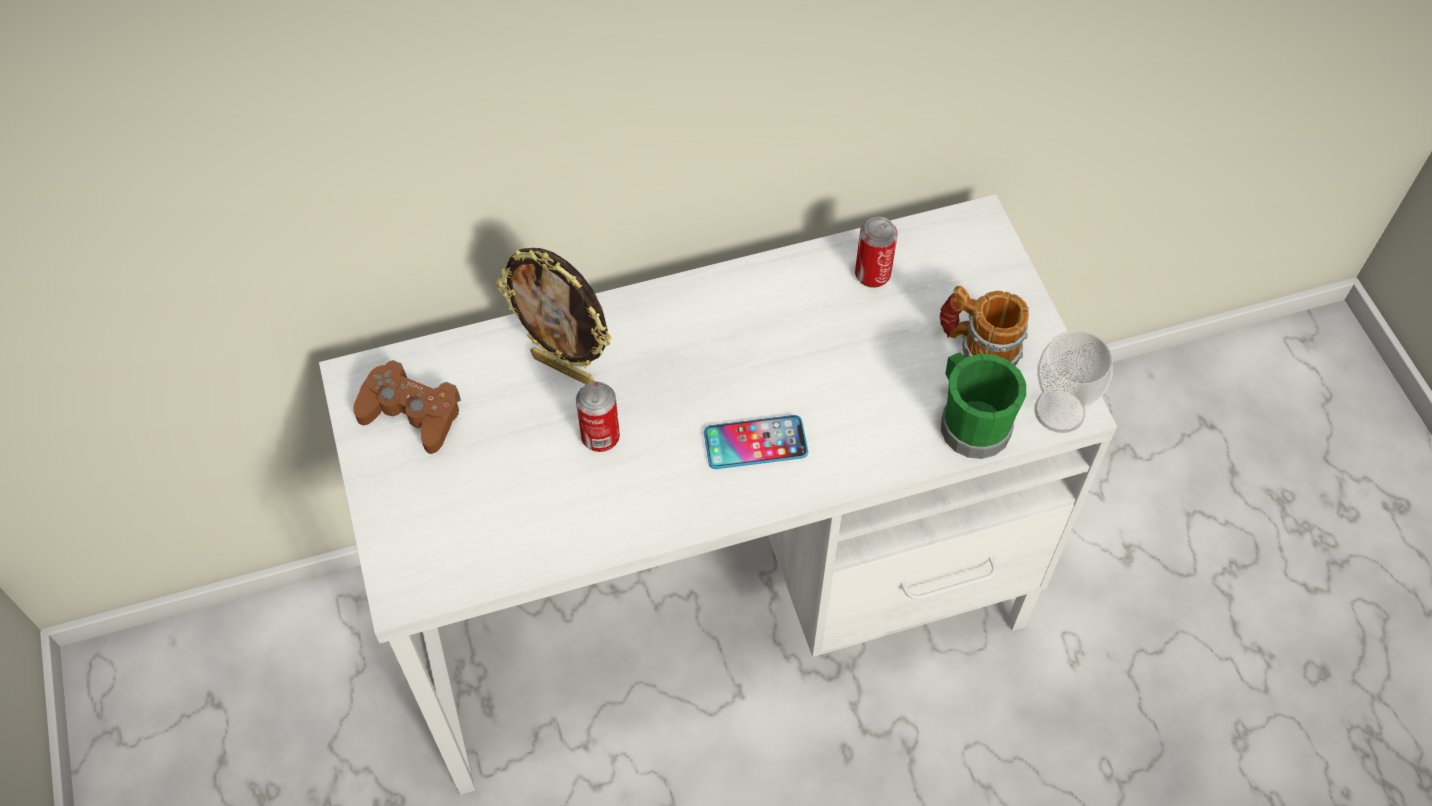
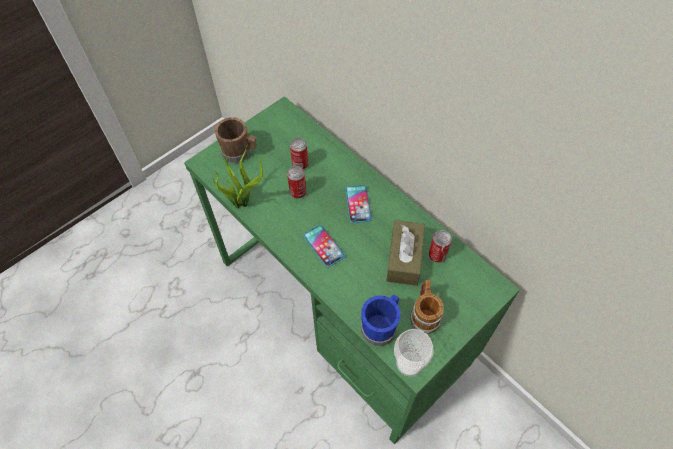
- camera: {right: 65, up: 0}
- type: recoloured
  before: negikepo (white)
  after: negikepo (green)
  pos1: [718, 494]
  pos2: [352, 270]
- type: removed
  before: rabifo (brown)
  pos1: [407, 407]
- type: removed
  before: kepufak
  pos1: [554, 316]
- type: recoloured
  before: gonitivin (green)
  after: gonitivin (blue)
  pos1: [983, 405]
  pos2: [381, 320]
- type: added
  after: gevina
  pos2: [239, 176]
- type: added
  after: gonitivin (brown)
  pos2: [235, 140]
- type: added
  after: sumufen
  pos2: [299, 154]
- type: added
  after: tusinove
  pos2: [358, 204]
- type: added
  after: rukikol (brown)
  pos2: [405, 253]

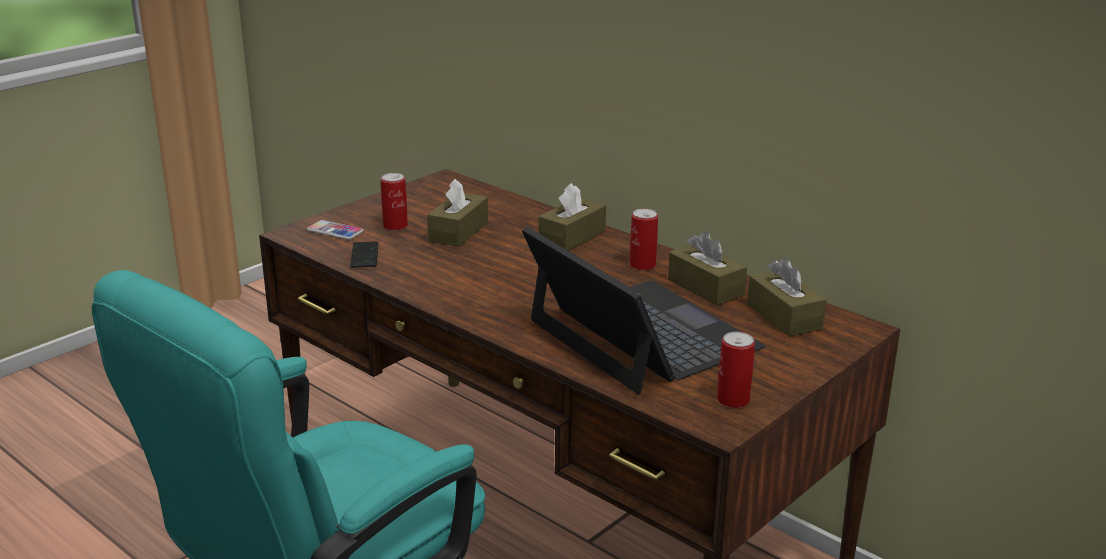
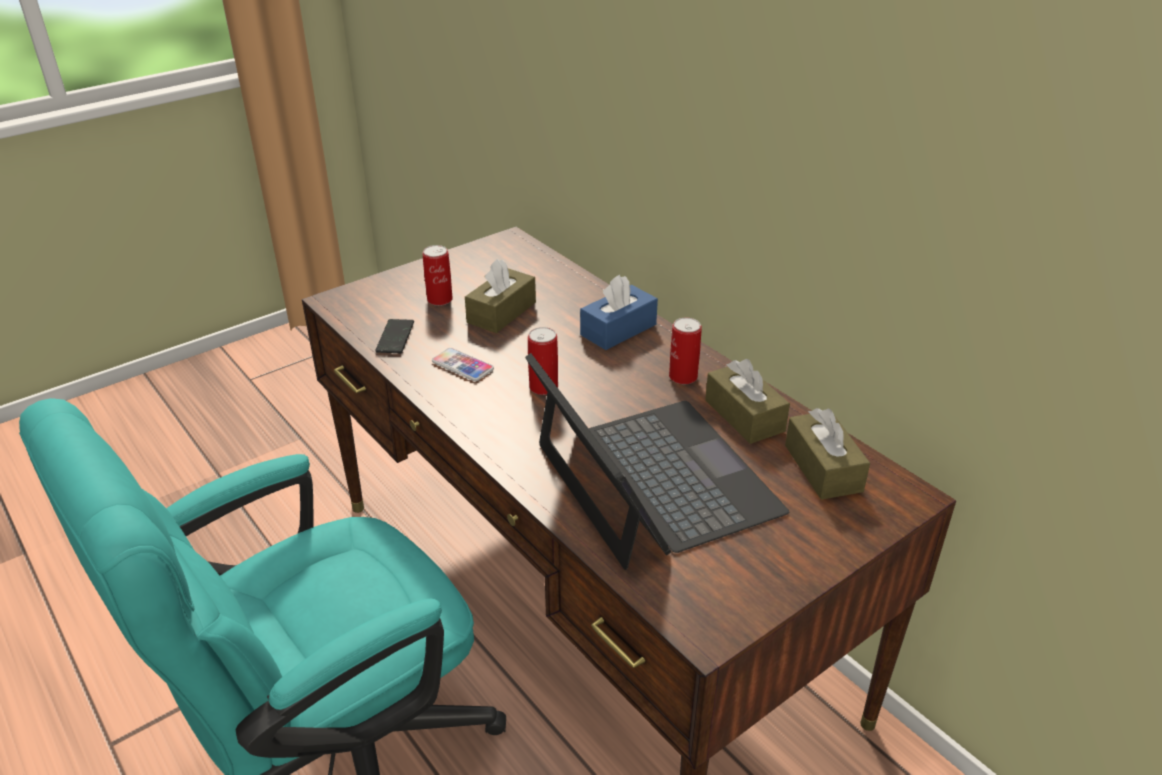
- camera: {right: 10, up: 10}
- type: moved
  before: tusinove
  pos1: [335, 230]
  pos2: [463, 364]
- type: recoloured
  before: rukikol (brown)
  after: rukikol (blue)
  pos1: [572, 217]
  pos2: [619, 312]
- type: moved
  before: sumufen
  pos1: [736, 370]
  pos2: [543, 361]

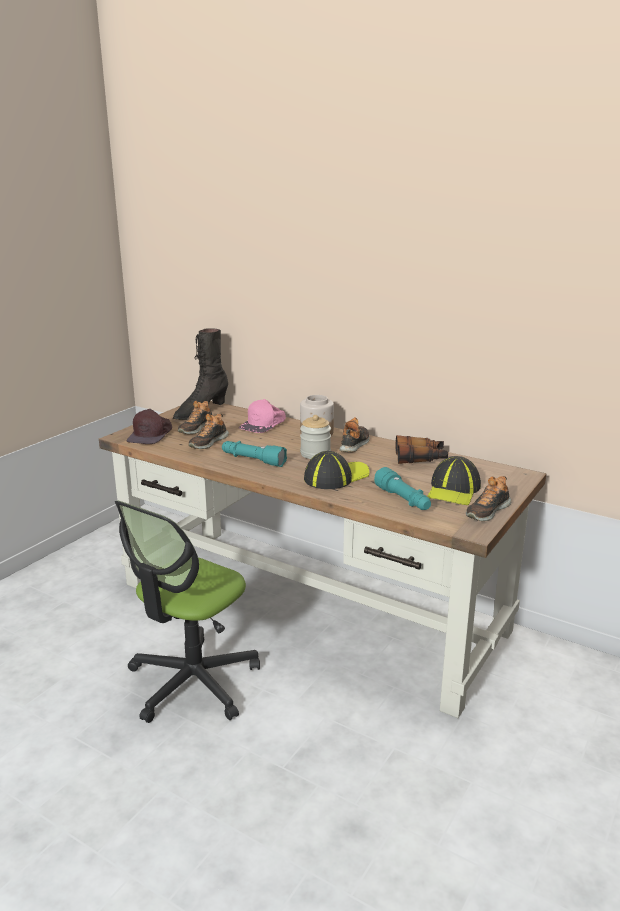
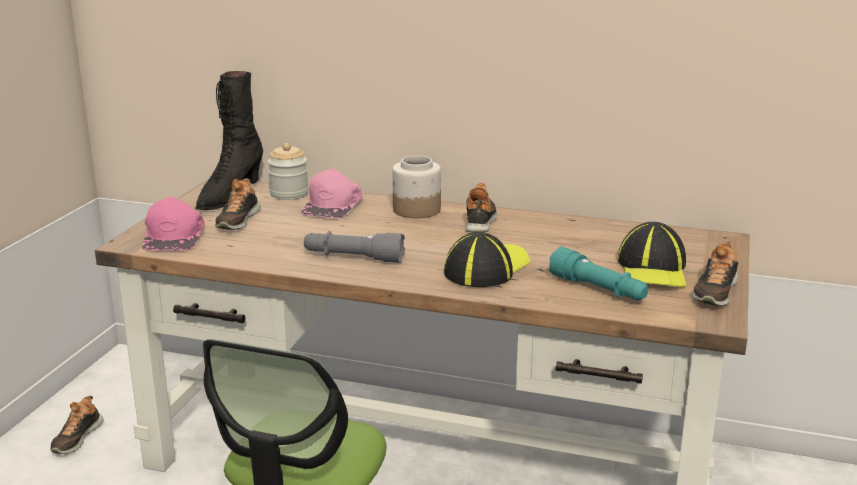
- camera: {right: -15, up: 0}
- type: recoloured
  before: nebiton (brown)
  after: nebiton (pink)
  pos1: [149, 426]
  pos2: [173, 224]
- type: moved
  before: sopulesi
  pos1: [208, 431]
  pos2: [77, 425]
- type: recoloured
  before: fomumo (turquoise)
  after: fomumo (grey)
  pos1: [254, 454]
  pos2: [354, 247]
- type: moved
  before: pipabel
  pos1: [315, 437]
  pos2: [288, 171]
- type: removed
  before: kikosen
  pos1: [422, 449]

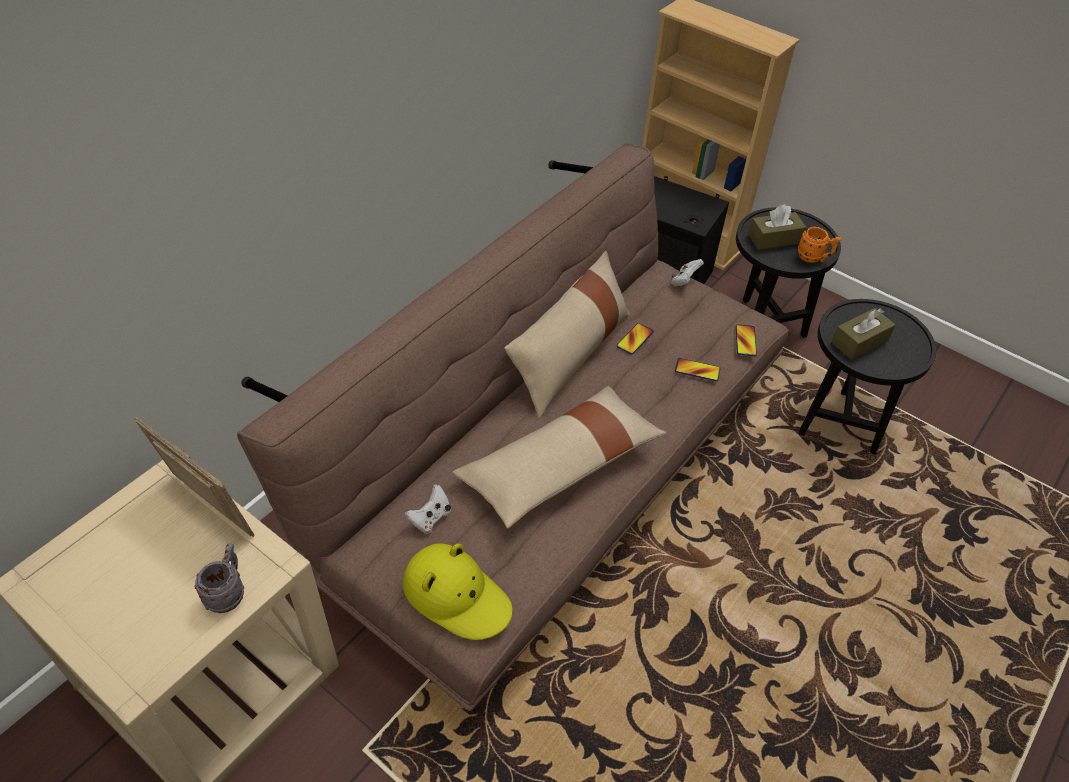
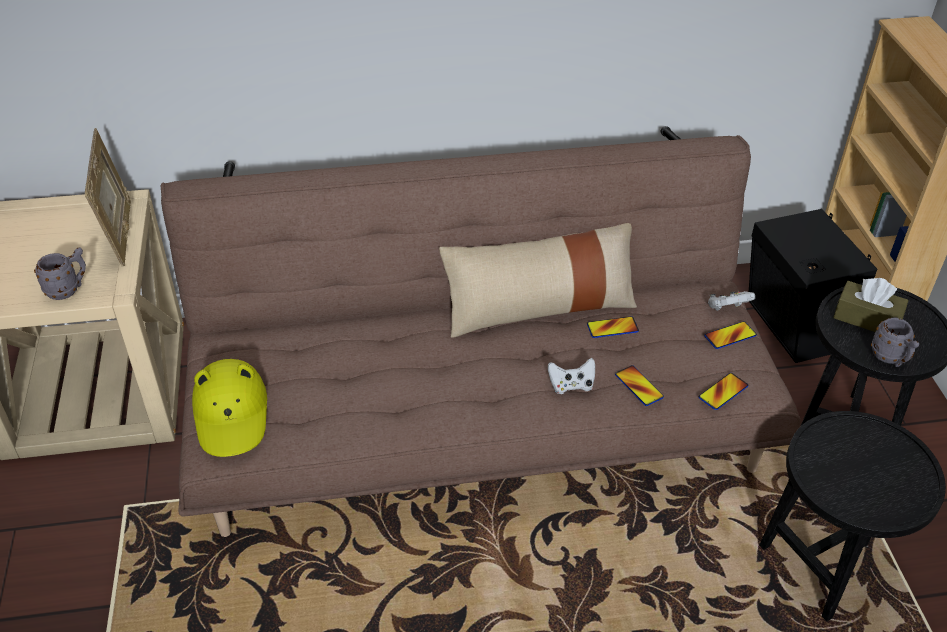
- camera: {right: 45, up: -5}
- type: moved
  before: rabifo (white)
  pos1: [428, 509]
  pos2: [571, 376]
- type: removed
  before: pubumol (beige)
  pos1: [559, 457]
- type: recoloured
  before: gonitivin (orange)
  after: gonitivin (grey)
  pos1: [819, 245]
  pos2: [895, 342]
- type: removed
  before: rukikol (brown)
  pos1: [863, 334]
- type: added
  after: tusinove
  pos2: [730, 335]

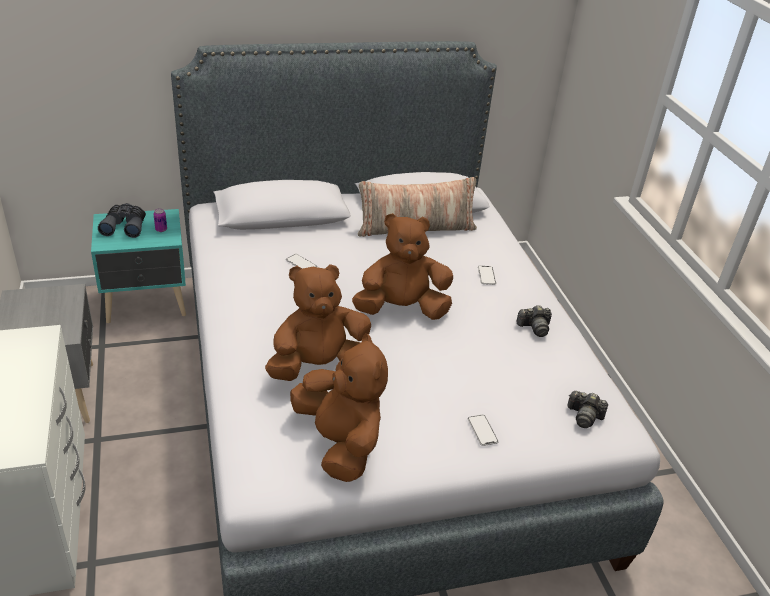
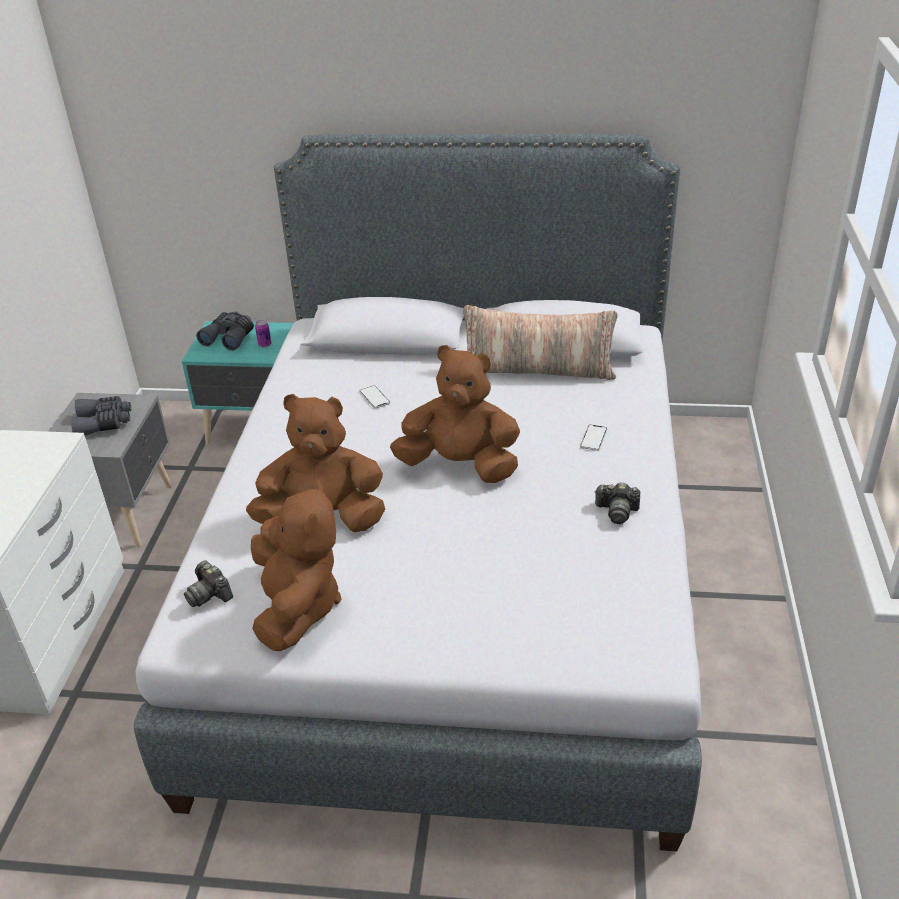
- camera: {right: 25, up: 0}
- type: removed
  before: tusinove
  pos1: [483, 430]
- type: moved
  before: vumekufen
  pos1: [587, 409]
  pos2: [208, 583]
- type: added
  after: kikosen (grey)
  pos2: [101, 416]

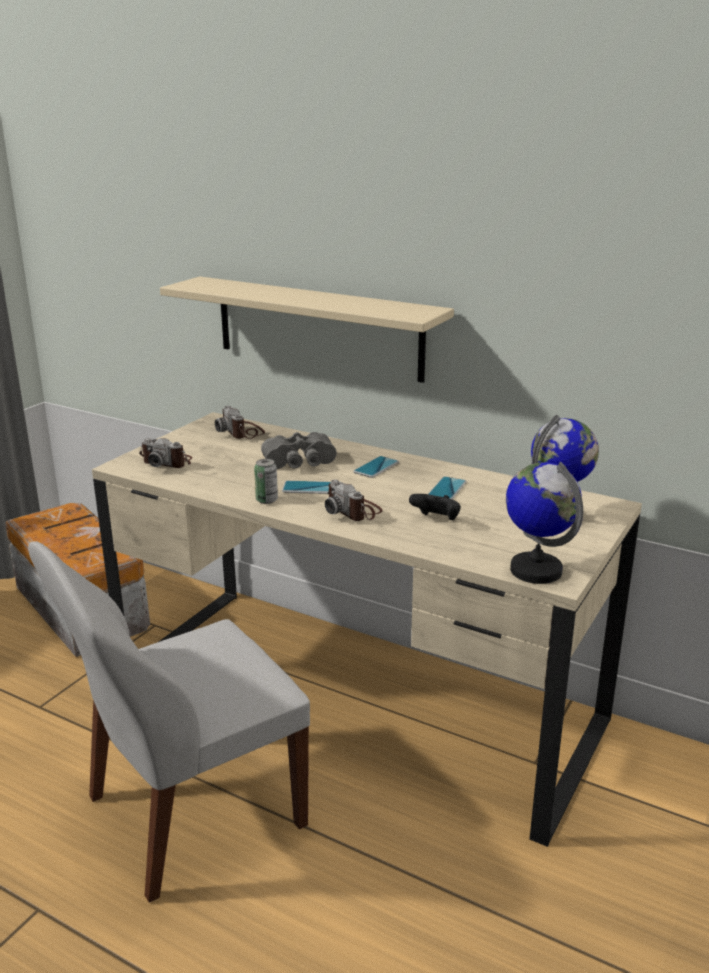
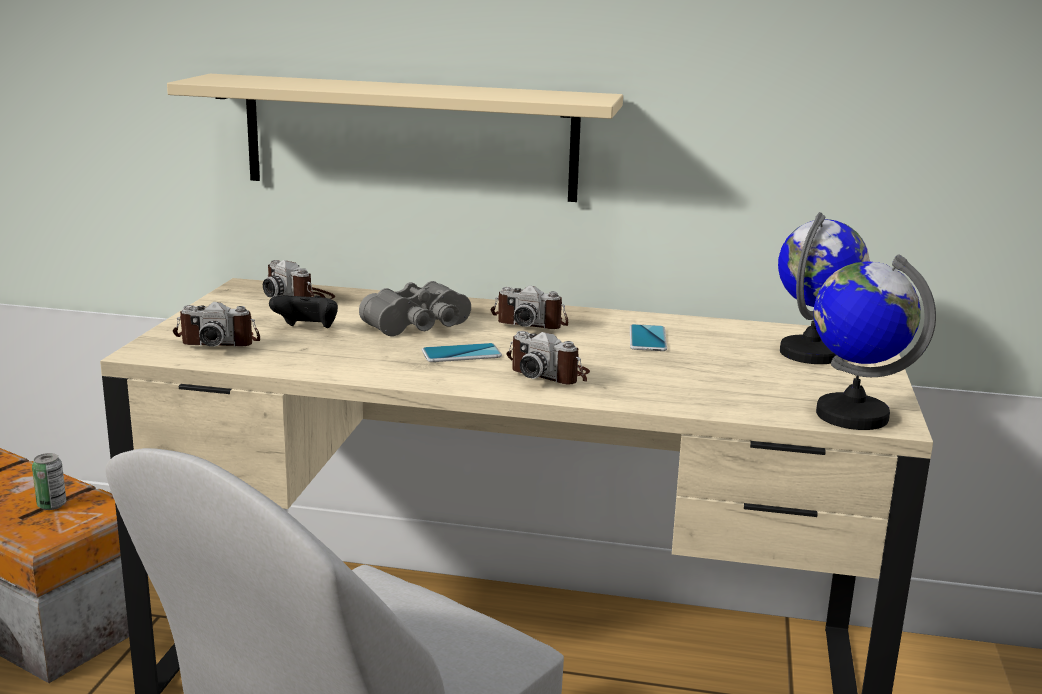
- camera: {right: -20, up: -5}
- type: moved
  before: sumufen
  pos1: [266, 481]
  pos2: [49, 481]
- type: replaced
  before: tusinove
  after: vumekufen
  pos1: [376, 467]
  pos2: [529, 307]
- type: moved
  before: rabifo (black)
  pos1: [435, 507]
  pos2: [303, 311]

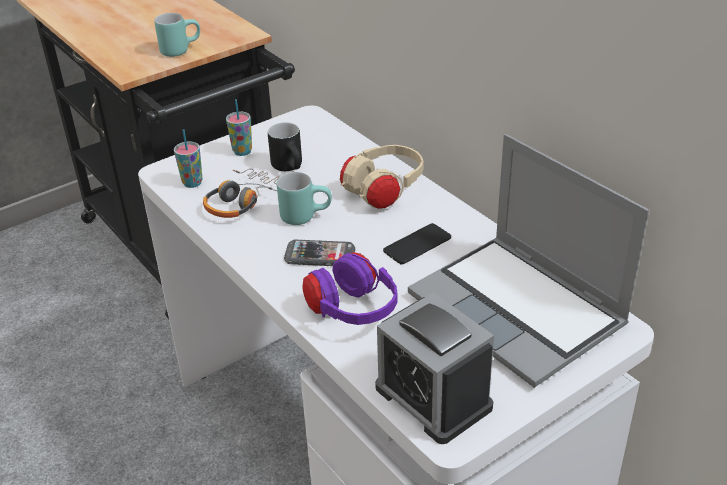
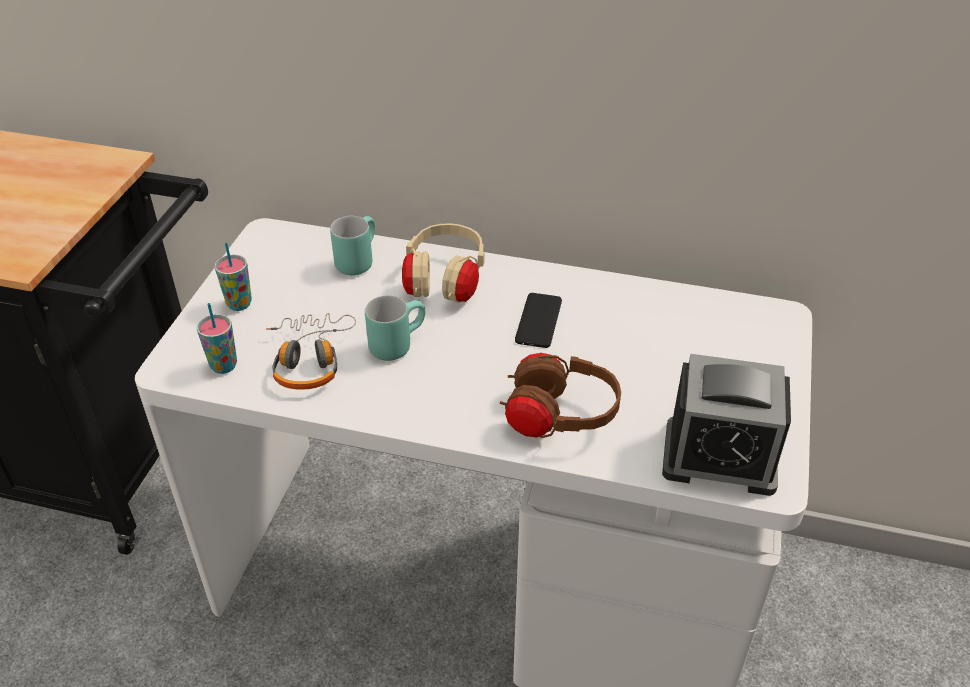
- camera: {right: -40, up: 5}
- type: moved
  before: gonitivin (turquoise)
  pos1: [177, 35]
  pos2: [352, 245]
- type: removed
  before: gonitivin (black)
  pos1: [285, 146]
- type: removed
  before: tusinove
  pos1: [319, 253]
- type: recoloured
  before: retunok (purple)
  after: retunok (brown)
  pos1: [350, 288]
  pos2: [560, 395]
- type: removed
  before: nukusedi
  pos1: [528, 261]

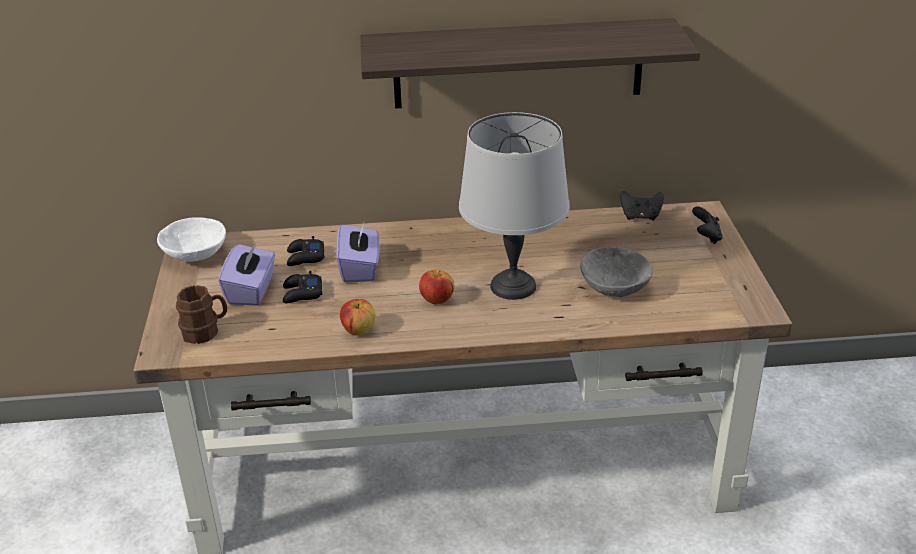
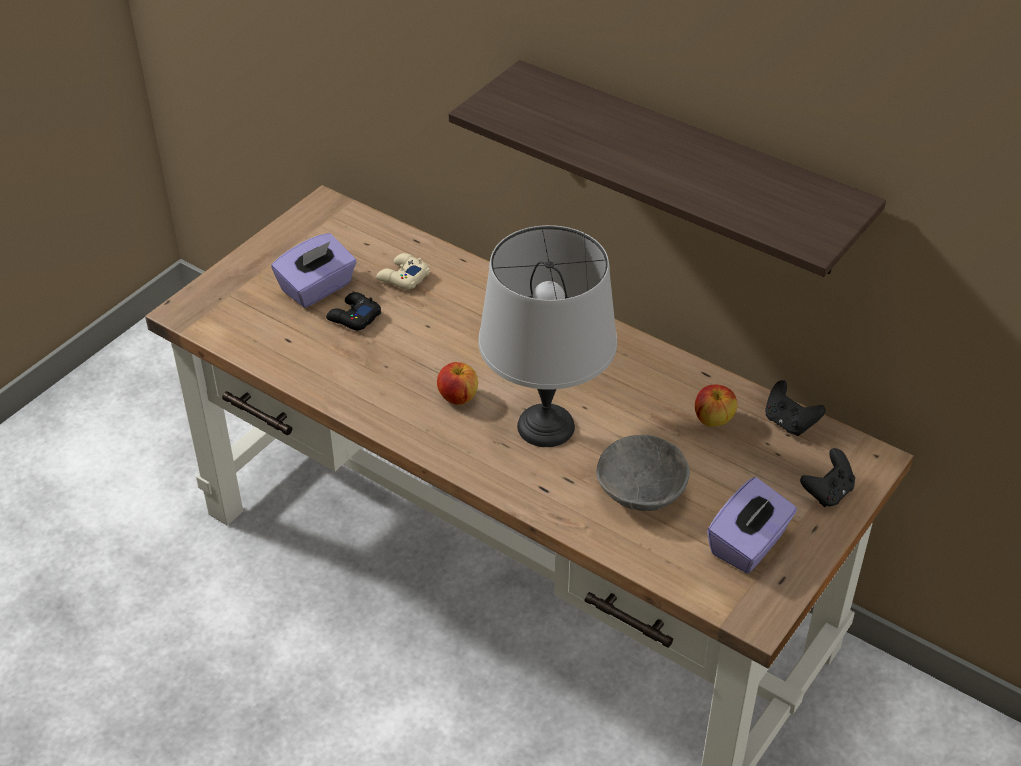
- camera: {right: 40, up: 10}
- type: removed
  before: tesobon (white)
  pos1: [191, 239]
- type: removed
  before: gonitivin (brown)
  pos1: [201, 314]
- type: recoloured
  before: rabifo (black)
  after: rabifo (beige)
  pos1: [305, 251]
  pos2: [403, 271]
- type: moved
  before: rukikol (purple)
  pos1: [358, 251]
  pos2: [752, 525]
- type: moved
  before: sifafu
  pos1: [357, 317]
  pos2: [716, 406]

